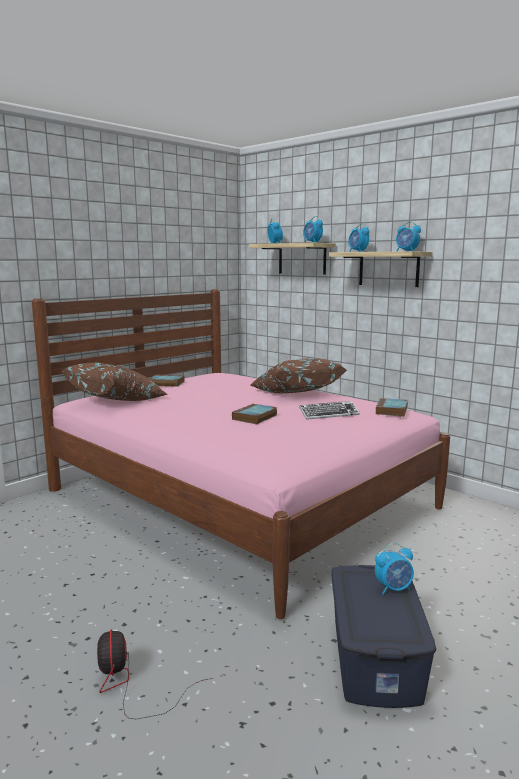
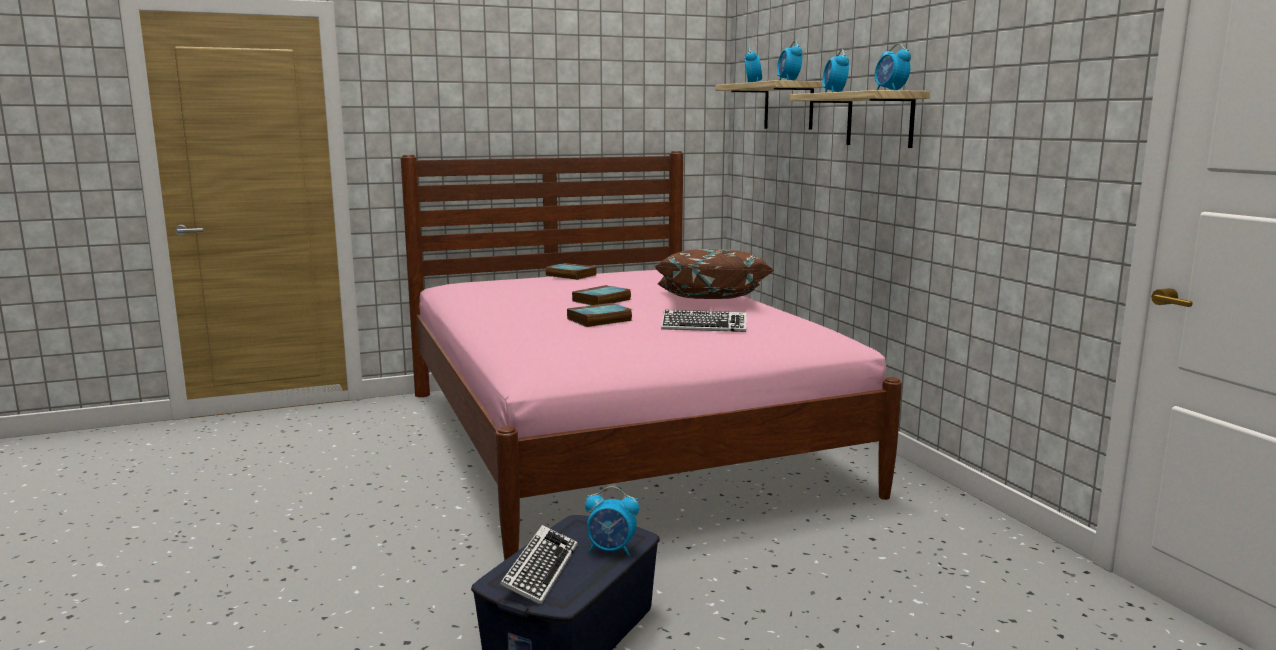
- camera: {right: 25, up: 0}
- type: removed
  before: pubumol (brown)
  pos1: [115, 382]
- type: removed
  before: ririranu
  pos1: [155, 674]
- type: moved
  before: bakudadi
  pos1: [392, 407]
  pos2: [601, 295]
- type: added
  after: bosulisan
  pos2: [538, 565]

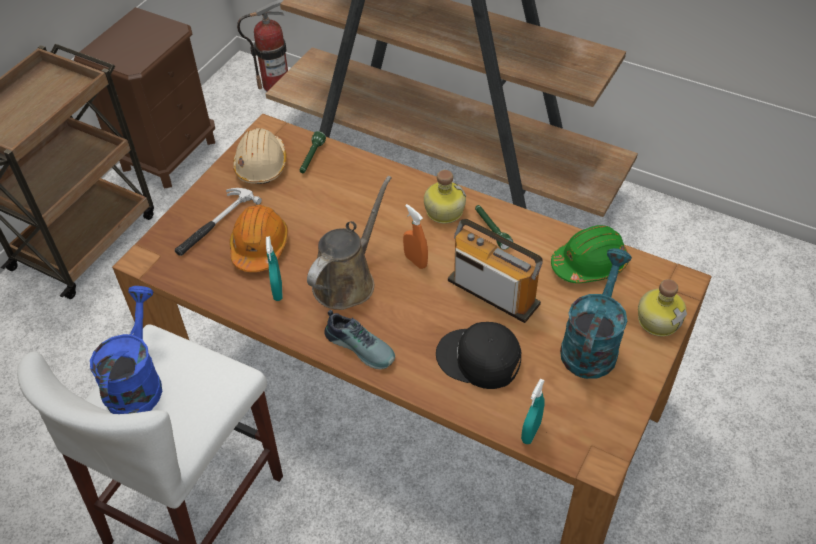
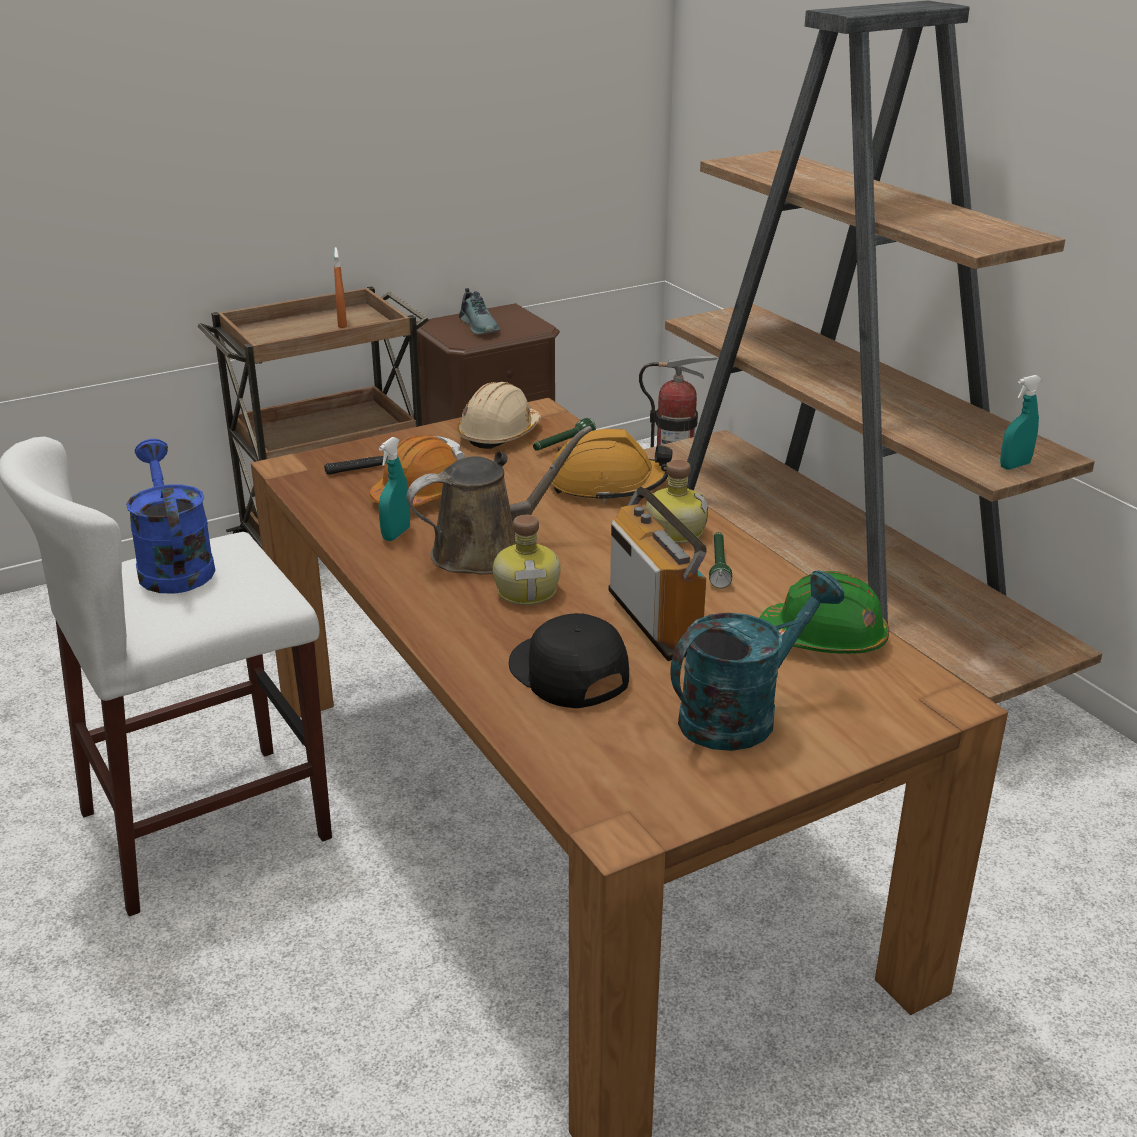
- camera: {right: 30, up: -20}
- type: turned
  before: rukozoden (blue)
  pos1: [126, 350]
  pos2: [170, 516]
  turn: -60
- type: moved
  before: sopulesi
  pos1: [359, 339]
  pos2: [479, 311]
- type: moved
  before: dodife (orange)
  pos1: [415, 236]
  pos2: [340, 287]
- type: moved
  before: dodife (turquoise)
  pos1: [533, 411]
  pos2: [1021, 422]
- type: moved
  before: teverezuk
  pos1: [662, 307]
  pos2: [527, 560]
- type: added
  after: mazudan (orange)
  pos2: [612, 466]

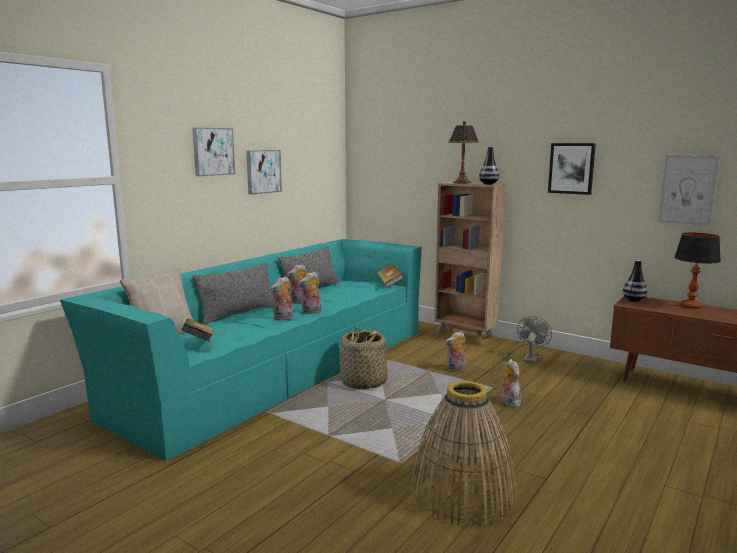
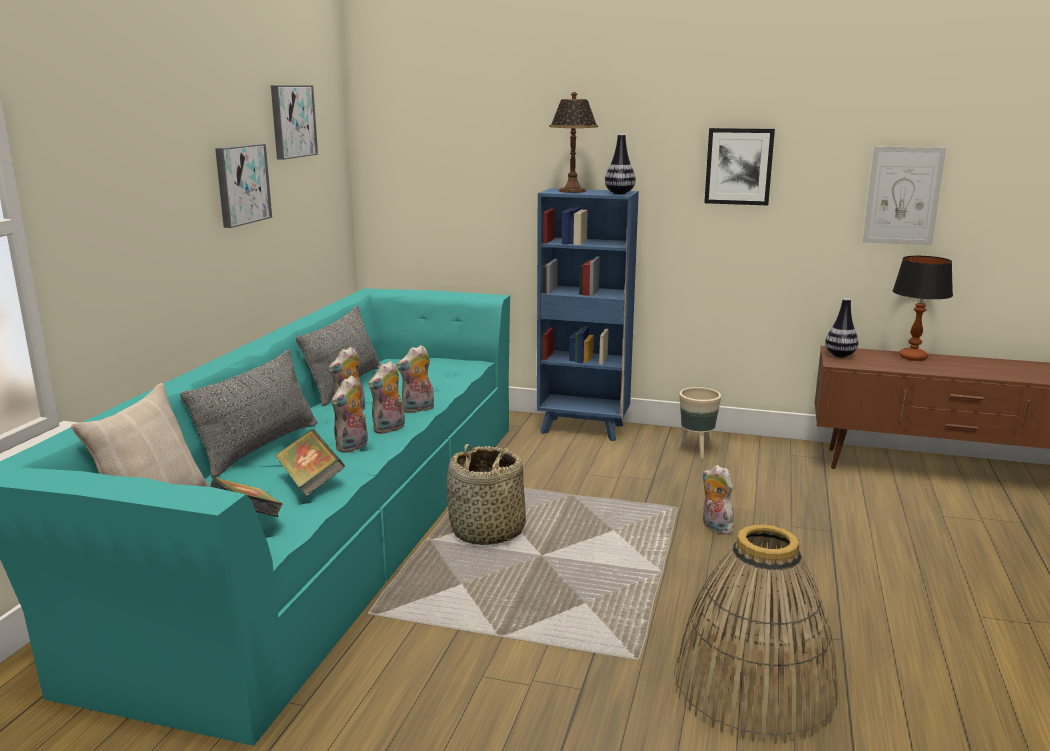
- camera: {right: -20, up: 5}
- type: moved
  before: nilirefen
  pos1: [213, 151]
  pos2: [294, 122]
- type: moved
  before: bakudadi
  pos1: [390, 276]
  pos2: [310, 463]
- type: recoloured
  before: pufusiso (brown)
  after: pufusiso (blue)
  pos1: [470, 264]
  pos2: [588, 314]
- type: moved
  before: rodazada
  pos1: [455, 351]
  pos2: [415, 379]
- type: replaced
  before: ririranu (grey)
  after: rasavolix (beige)
  pos1: [534, 340]
  pos2: [699, 423]

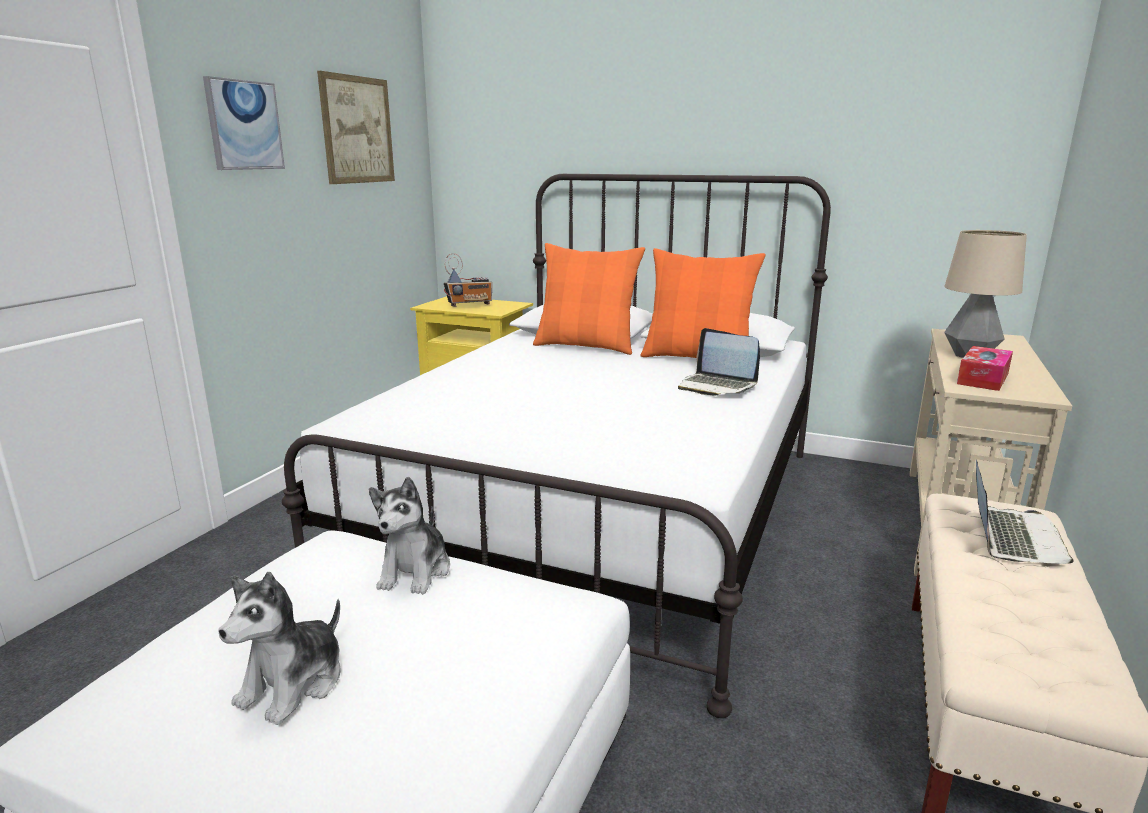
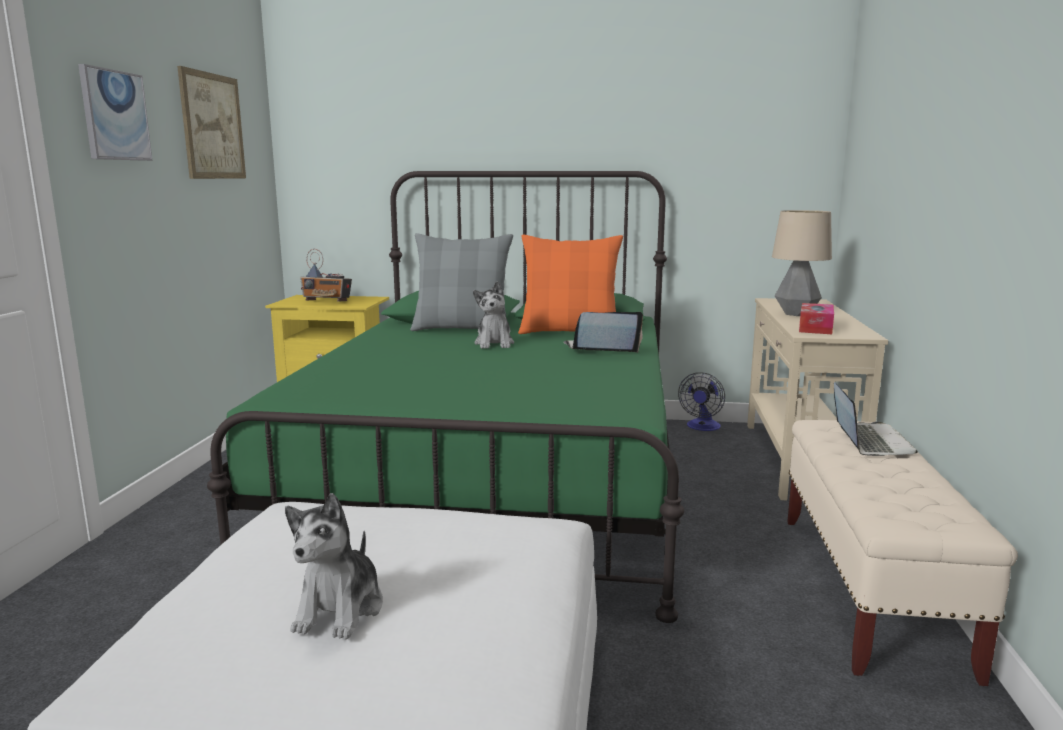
- camera: {right: -15, up: -5}
- type: recoloured
  before: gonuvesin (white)
  after: gonuvesin (green)
  pos1: [556, 446]
  pos2: [445, 397]
- type: moved
  before: rodazada
  pos1: [409, 535]
  pos2: [493, 315]
- type: turned
  before: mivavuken
  pos1: [468, 280]
  pos2: [326, 275]
  turn: 45
- type: recoloured
  before: pubumol (orange)
  after: pubumol (grey)
  pos1: [589, 299]
  pos2: [461, 282]
- type: turned
  before: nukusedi
  pos1: [719, 362]
  pos2: [603, 332]
  turn: 150
- type: added
  after: ririranu
  pos2: [701, 401]

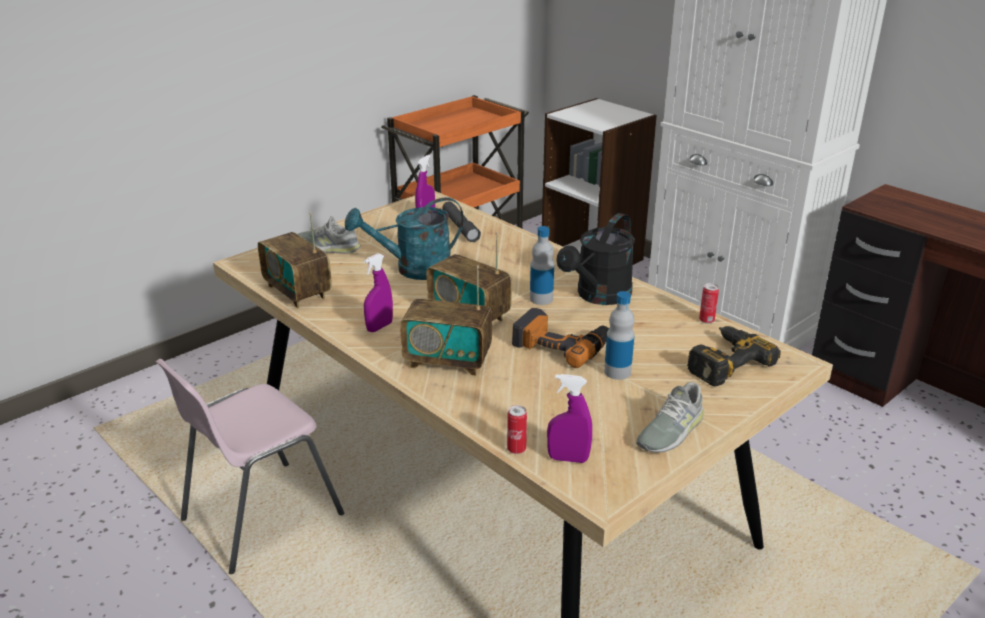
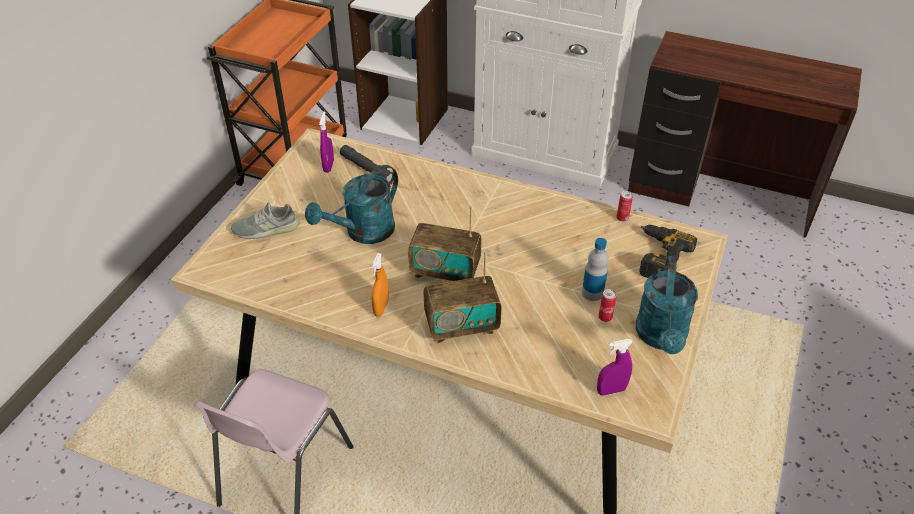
- camera: {right: -25, up: 15}
- type: removed
  before: mivavuken
  pos1: [295, 260]
- type: recoloured
  before: dodife (purple)
  after: dodife (orange)
  pos1: [378, 292]
  pos2: [380, 285]
- type: moved
  before: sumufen
  pos1: [517, 429]
  pos2: [607, 305]
- type: removed
  before: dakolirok
  pos1: [560, 338]
- type: removed
  before: teverezuk
  pos1: [542, 265]
- type: removed
  before: rukozoden (black)
  pos1: [596, 259]
- type: replaced
  before: sopulesi (grey)
  after: rukozoden (turquoise)
  pos1: [670, 417]
  pos2: [667, 305]

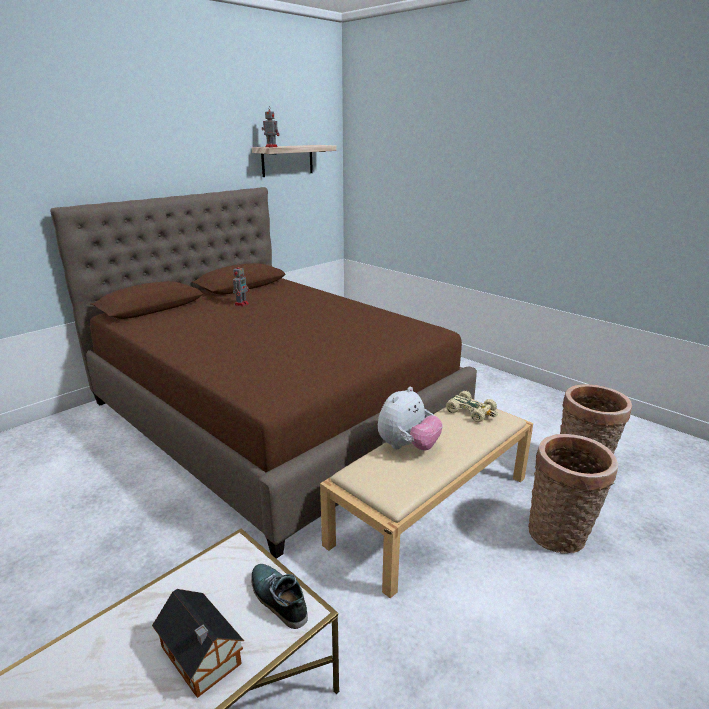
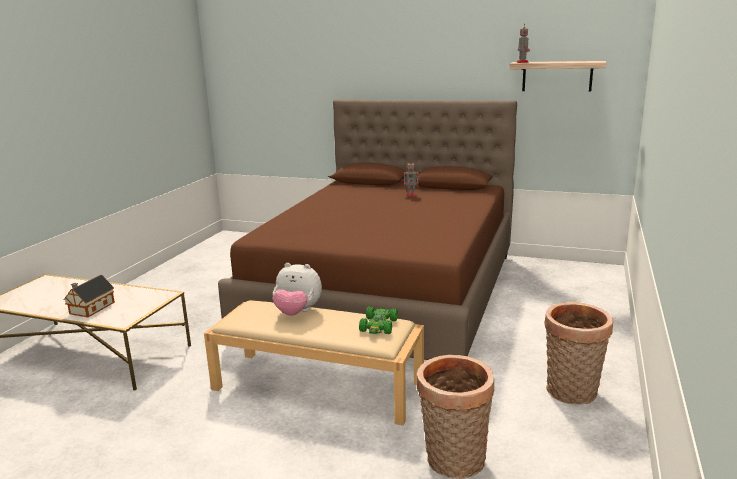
- camera: {right: 65, up: -5}
- type: removed
  before: sopulesi
  pos1: [279, 596]
- type: recoloured
  before: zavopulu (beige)
  after: zavopulu (green)
  pos1: [472, 407]
  pos2: [378, 320]
- type: moved
  before: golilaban
  pos1: [573, 494]
  pos2: [578, 353]

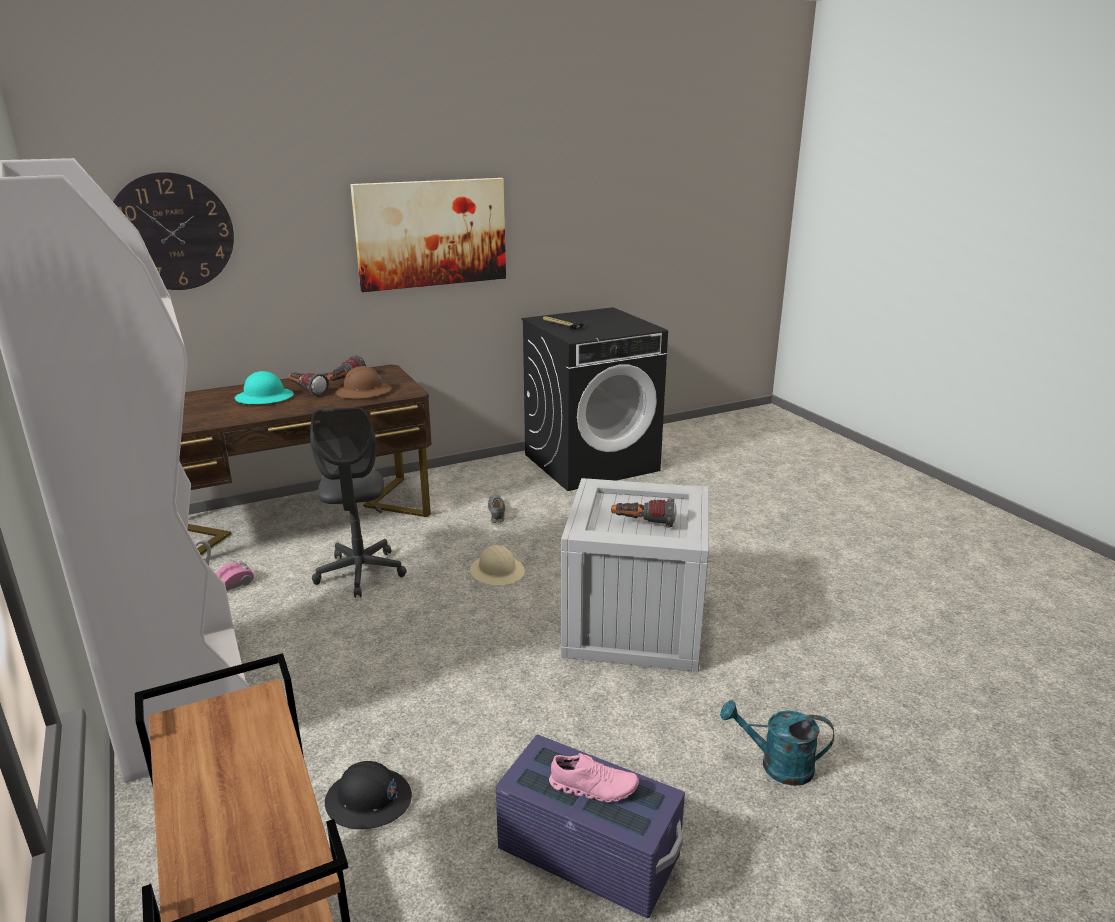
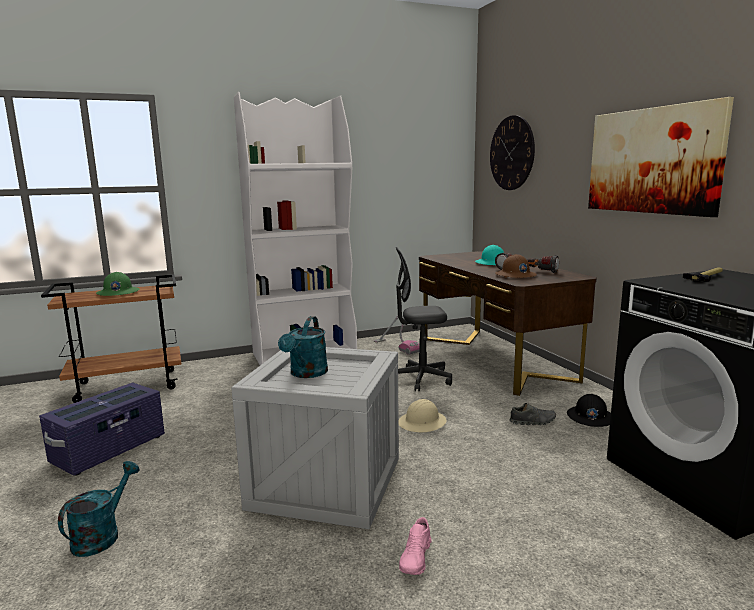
- camera: {right: 95, up: -10}
- type: moved
  before: mazudan (black)
  pos1: [368, 795]
  pos2: [589, 410]
- type: moved
  before: sopulesi (pink)
  pos1: [594, 778]
  pos2: [415, 546]
- type: replaced
  before: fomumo
  after: rukozoden (turquoise)
  pos1: [644, 512]
  pos2: [303, 347]
- type: added
  after: mazudan (green)
  pos2: [118, 284]

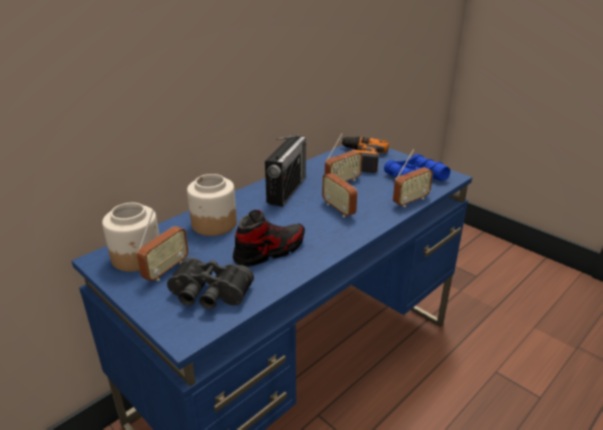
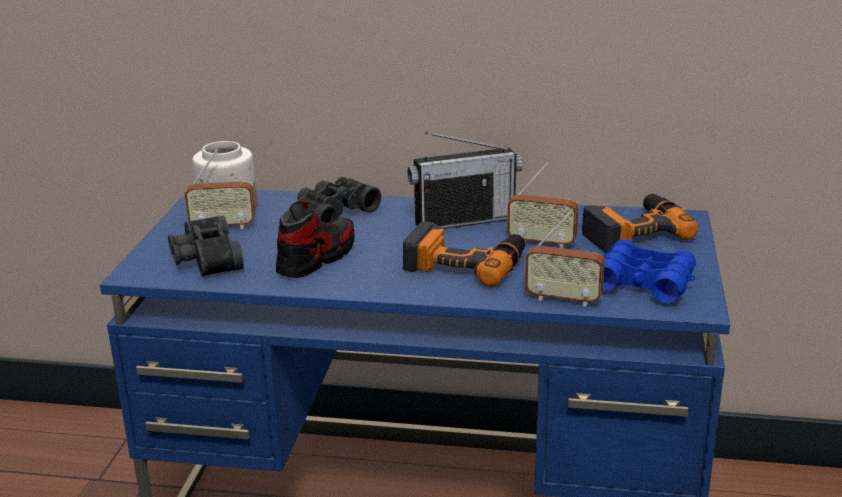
- camera: {right: 55, up: -5}
- type: replaced
  before: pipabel
  after: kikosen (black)
  pos1: [212, 205]
  pos2: [339, 200]
- type: turned
  before: sopulesi
  pos1: [269, 238]
  pos2: [315, 239]
  turn: -75
- type: replaced
  before: mivavuken
  after: dakolirok
  pos1: [339, 187]
  pos2: [464, 254]

